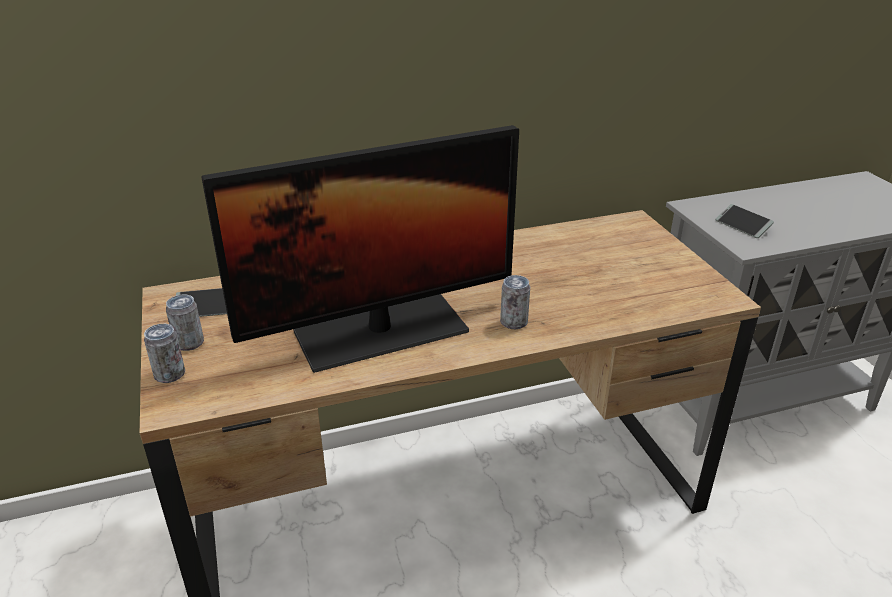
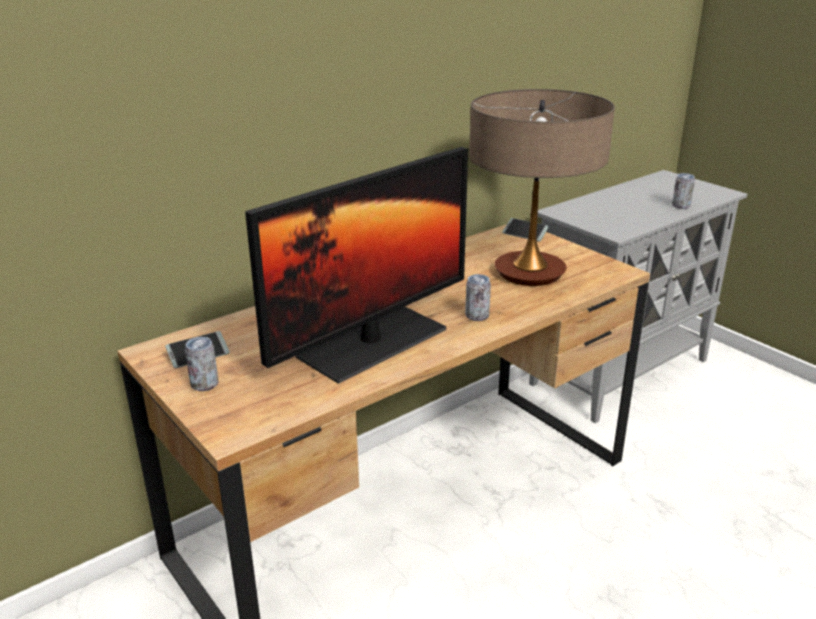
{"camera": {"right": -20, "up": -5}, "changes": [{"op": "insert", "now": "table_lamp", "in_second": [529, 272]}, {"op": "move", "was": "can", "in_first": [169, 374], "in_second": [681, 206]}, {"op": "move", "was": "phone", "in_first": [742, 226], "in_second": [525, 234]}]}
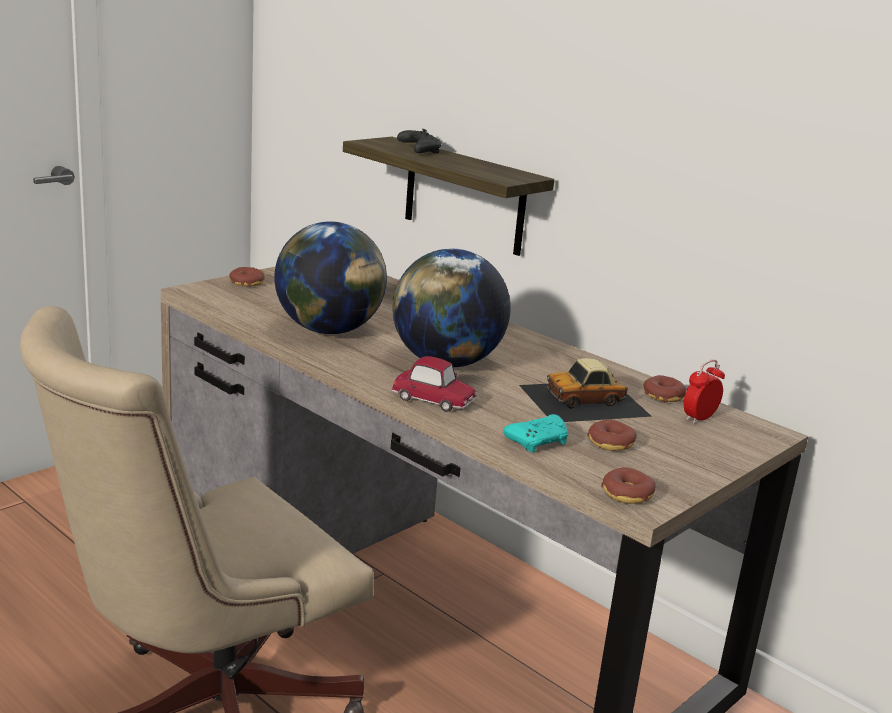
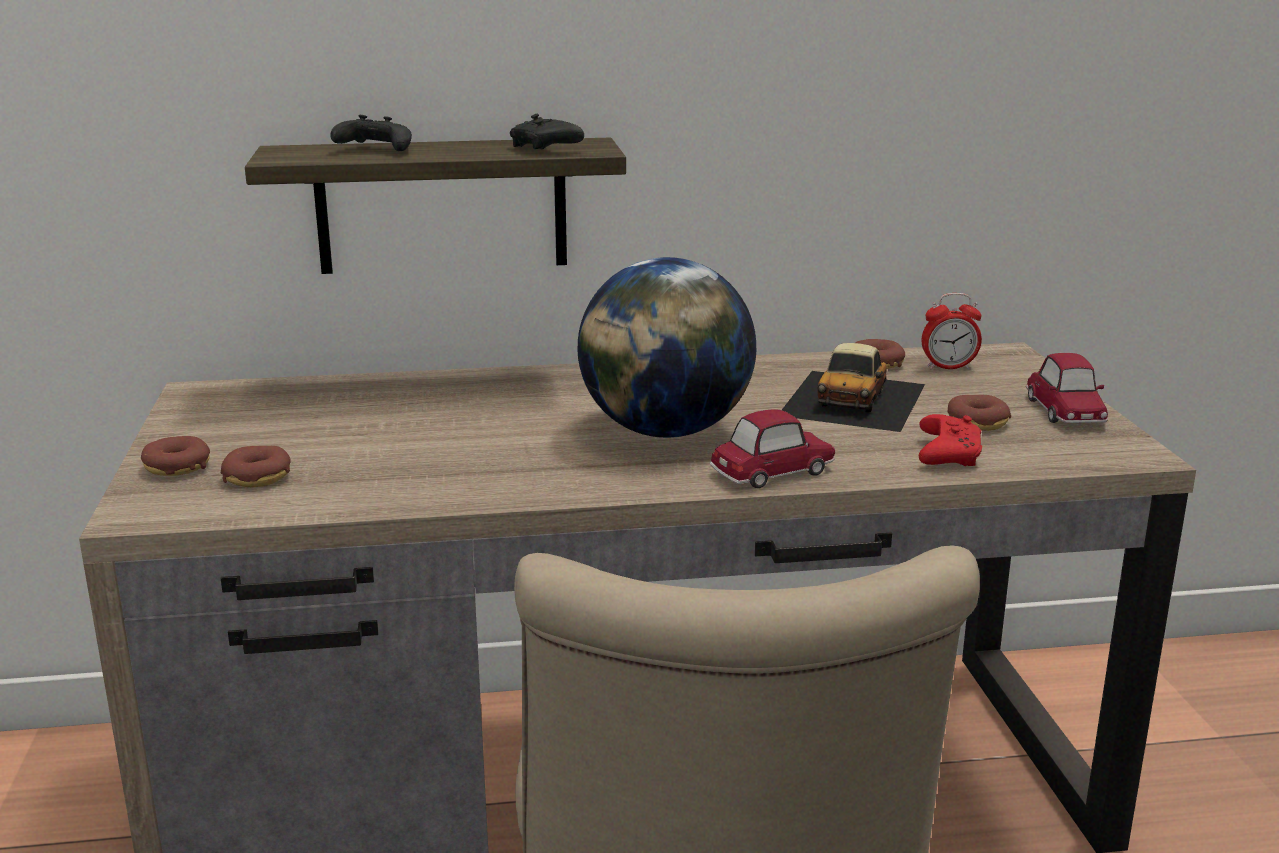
{"camera": {"right": -50, "up": 0}, "changes": [{"op": "delete", "was": "globe", "in_first": [328, 330]}, {"op": "insert", "now": "black_game_controller", "in_second": [545, 148]}, {"op": "insert", "now": "toy_car", "in_second": [1065, 411]}, {"op": "move", "was": "donut", "in_first": [627, 494], "in_second": [257, 477]}, {"op": "recolor", "was": "turquoise_game_controller", "now": "red_game_controller", "in_first": [539, 442], "in_second": [947, 454]}, {"op": "rotate", "was": "alarm_clock", "in_first": [699, 418], "in_second": [948, 367], "clockwise": -90}]}
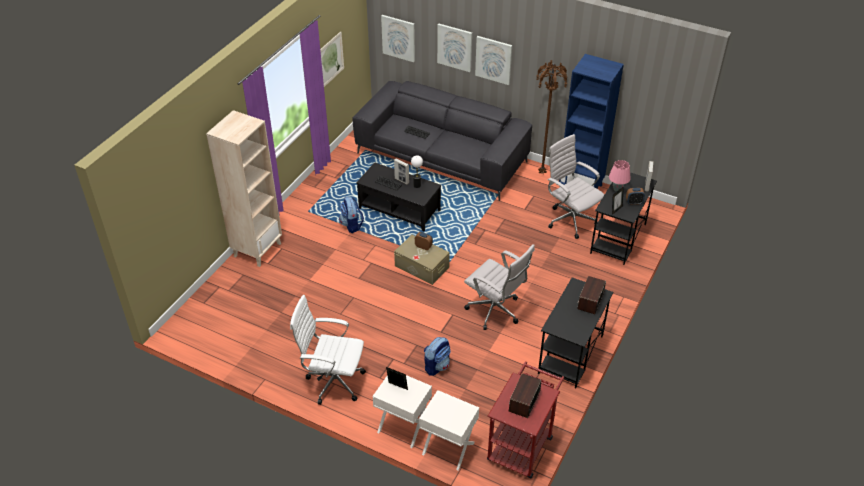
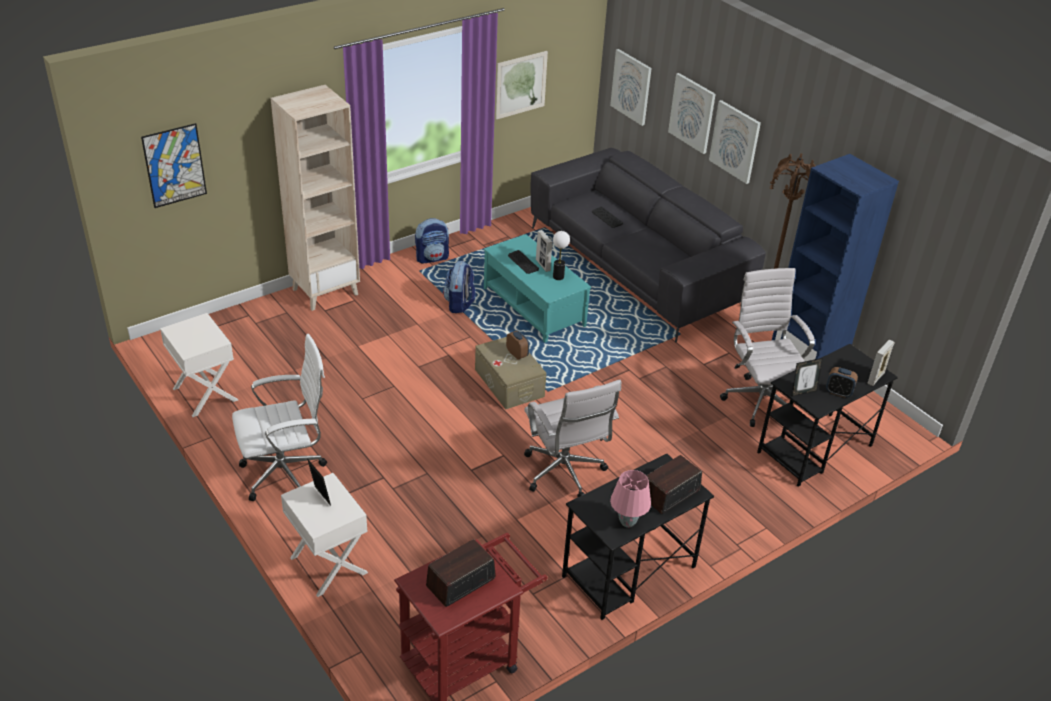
{"camera": {"right": 25, "up": -5}, "changes": [{"op": "insert", "now": "picture", "in_second": [174, 165]}, {"op": "move", "was": "white_nightstand", "in_first": [448, 448], "in_second": [204, 394]}, {"op": "move", "was": "backpack", "in_first": [437, 366], "in_second": [432, 258]}, {"op": "move", "was": "pink_table_lamp", "in_first": [617, 189], "in_second": [627, 523]}, {"op": "recolor", "was": "black_coffee_table", "now": "turquoise_coffee_table", "in_first": [400, 209], "in_second": [534, 307]}, {"op": "rotate", "was": "white_office_chair", "in_first": [332, 382], "in_second": [287, 473], "clockwise": 120}]}
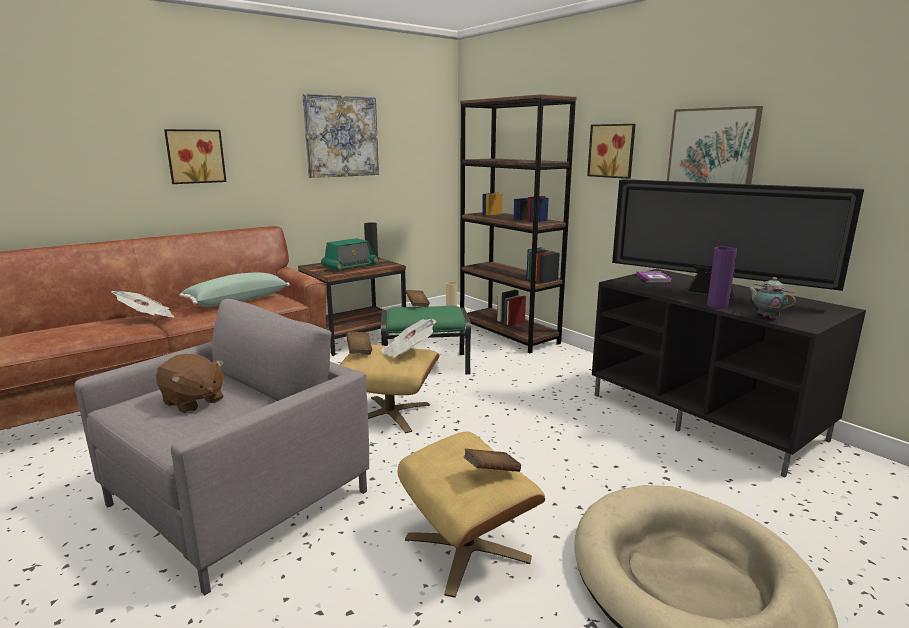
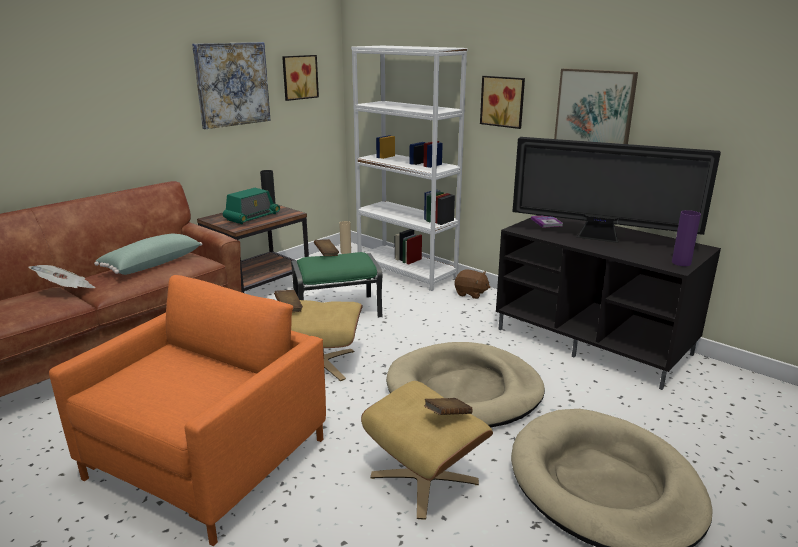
{"camera": {"right": -10, "up": 5}, "changes": [{"op": "delete", "was": "newspaper", "in_first": [408, 351]}, {"op": "delete", "was": "teapot", "in_first": [766, 317]}, {"op": "insert", "now": "beige_dog_bed", "in_second": [464, 391]}, {"op": "move", "was": "brown_plush_toy", "in_first": [193, 402], "in_second": [471, 294]}, {"op": "move", "was": "picture", "in_first": [195, 156], "in_second": [299, 77]}, {"op": "move", "was": "purple_vase", "in_first": [717, 305], "in_second": [681, 263]}, {"op": "recolor", "was": "grey_armchair", "now": "orange_armchair", "in_first": [238, 499], "in_second": [207, 459]}, {"op": "recolor", "was": "brown_bookcase", "now": "white_bookcase", "in_first": [508, 334], "in_second": [406, 271]}]}
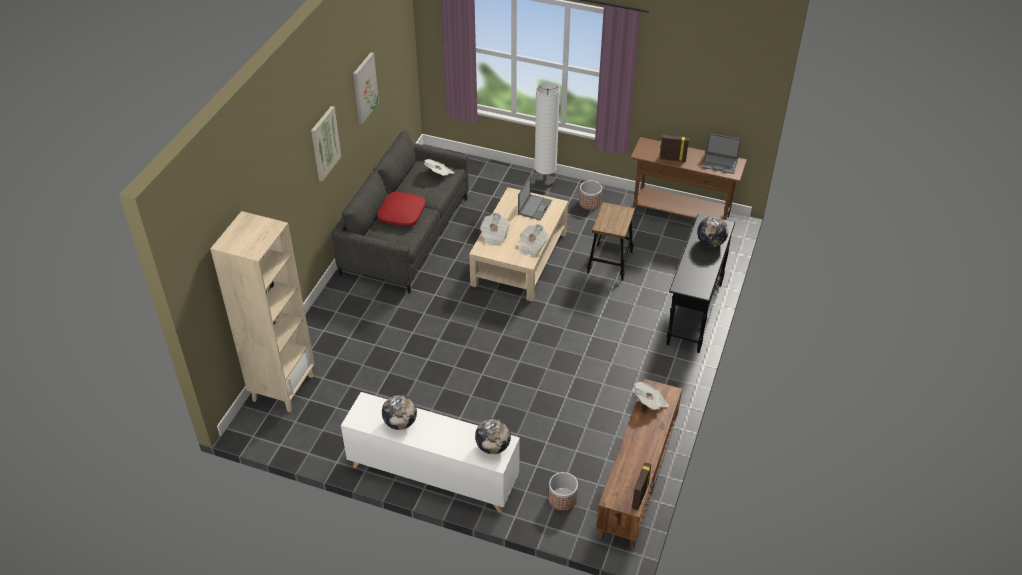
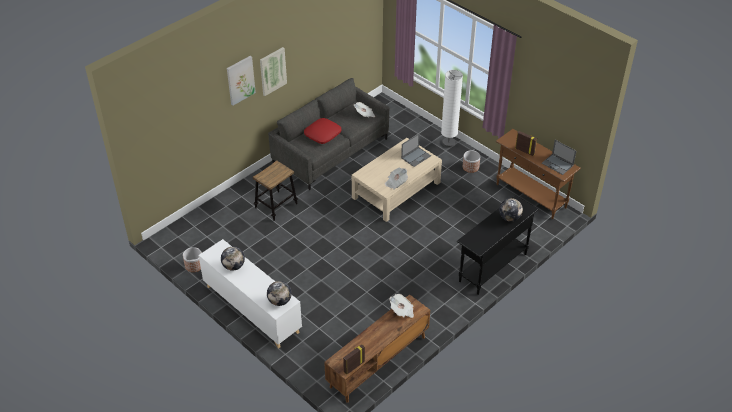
{"camera": {"right": 25, "up": 0}, "changes": [{"op": "delete", "was": "beige_bookcase", "in_first": [283, 387]}, {"op": "delete", "was": "newspaper", "in_first": [494, 236]}, {"op": "move", "was": "picture", "in_first": [364, 88], "in_second": [240, 80]}, {"op": "move", "was": "planter", "in_first": [563, 499], "in_second": [194, 265]}, {"op": "move", "was": "stool", "in_first": [609, 262], "in_second": [276, 206]}]}
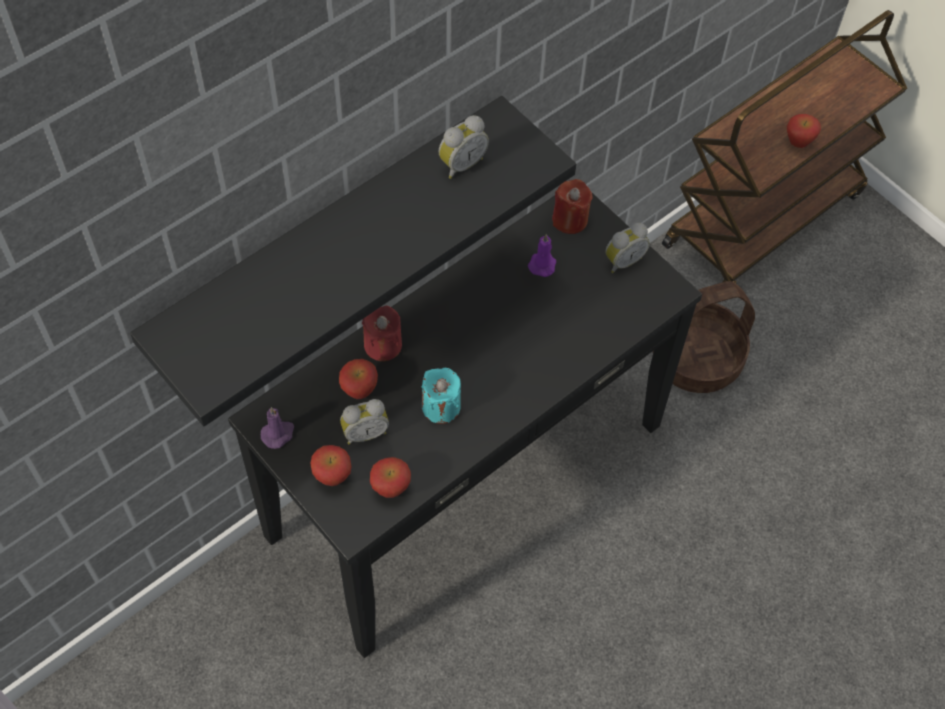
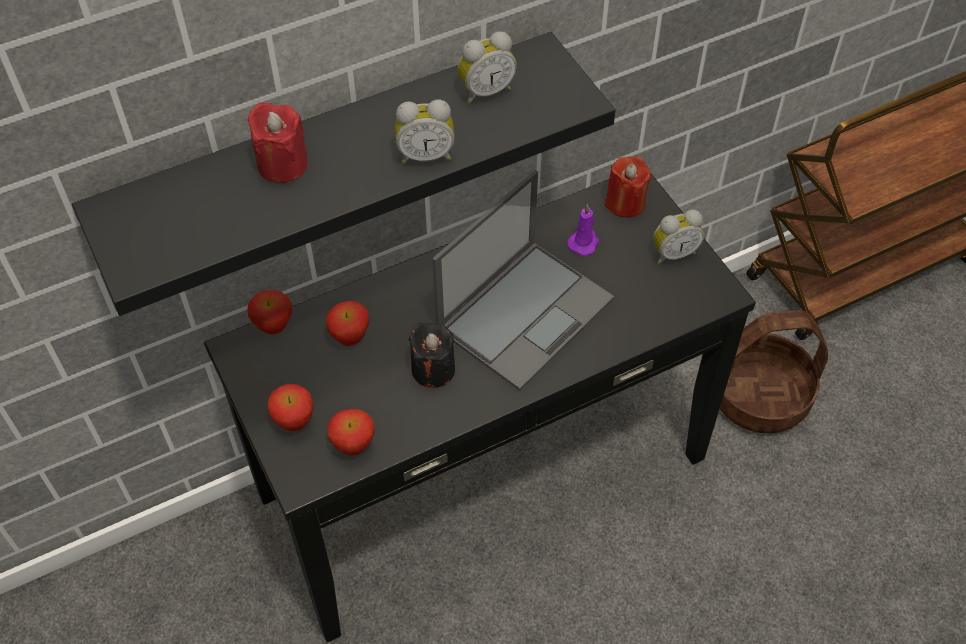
{"camera": {"right": 15, "up": -5}, "changes": [{"op": "delete", "was": "purple_candle", "in_first": [278, 434]}, {"op": "insert", "now": "laptop", "in_second": [526, 312]}, {"op": "move", "was": "alarm_clock", "in_first": [365, 432], "in_second": [425, 155]}, {"op": "move", "was": "red_candle", "in_first": [382, 345], "in_second": [282, 164]}, {"op": "move", "was": "apple", "in_first": [798, 143], "in_second": [274, 327]}, {"op": "recolor", "was": "turquoise_candle", "now": "black_candle", "in_first": [441, 406], "in_second": [433, 370]}]}
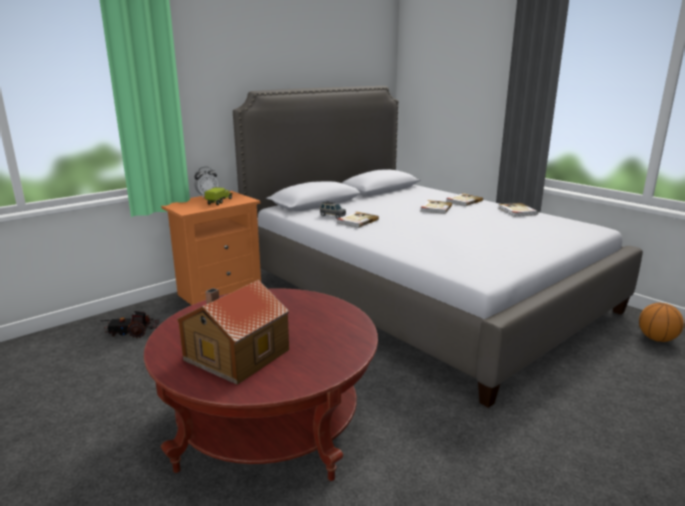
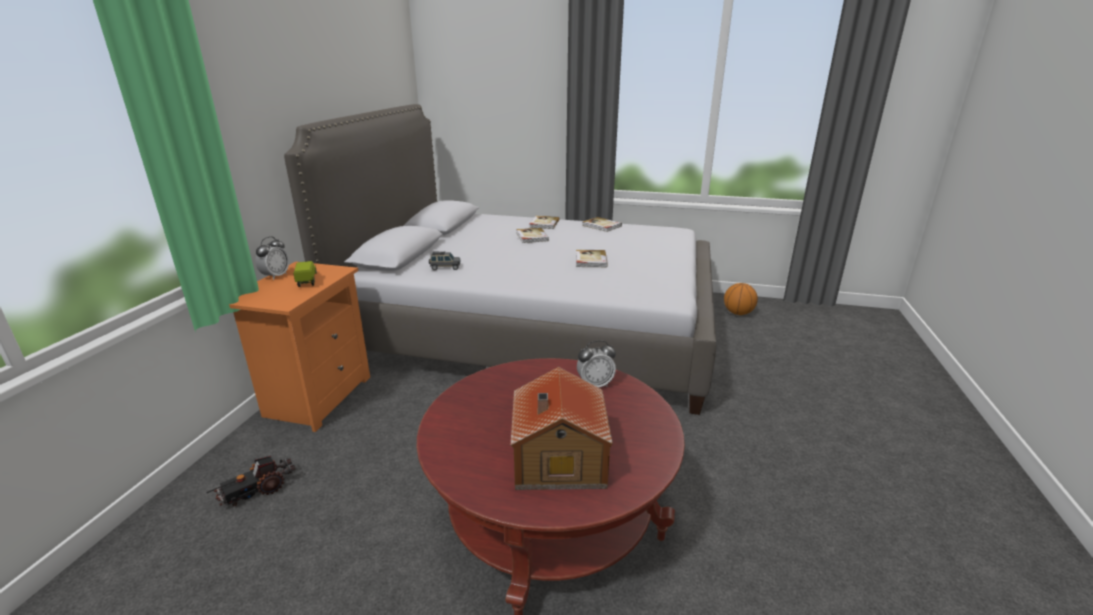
{"camera": {"right": -35, "up": 5}, "changes": [{"op": "insert", "now": "alarm_clock", "in_second": [595, 385]}, {"op": "move", "was": "book", "in_first": [357, 221], "in_second": [590, 260]}]}
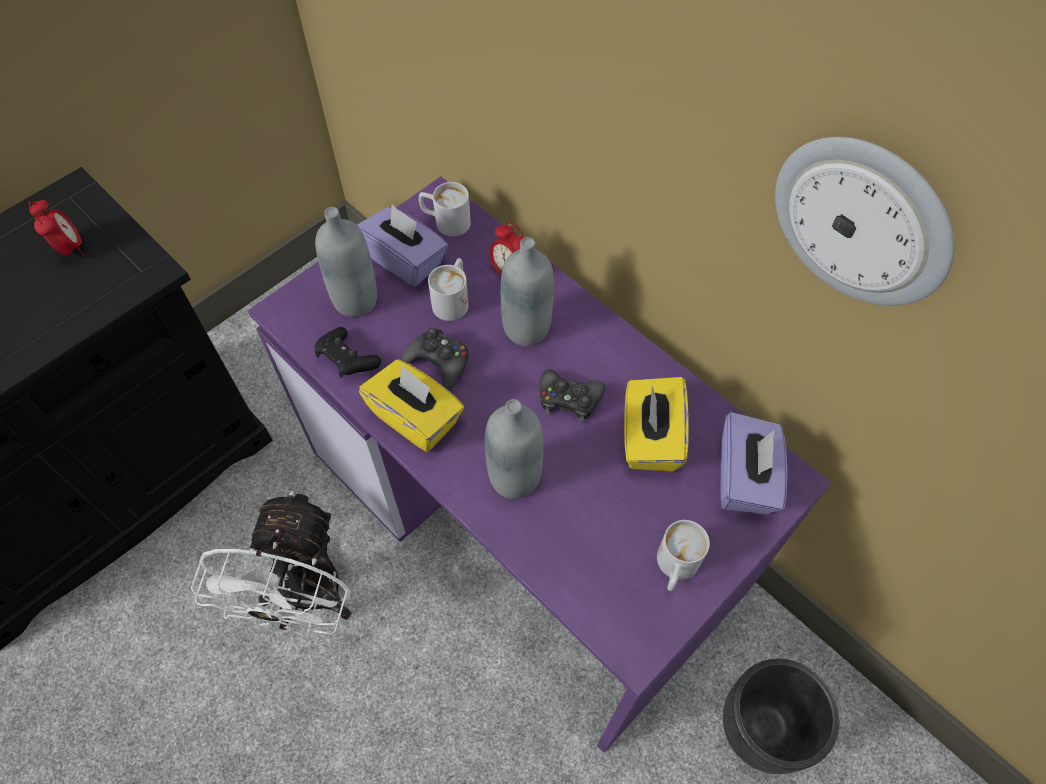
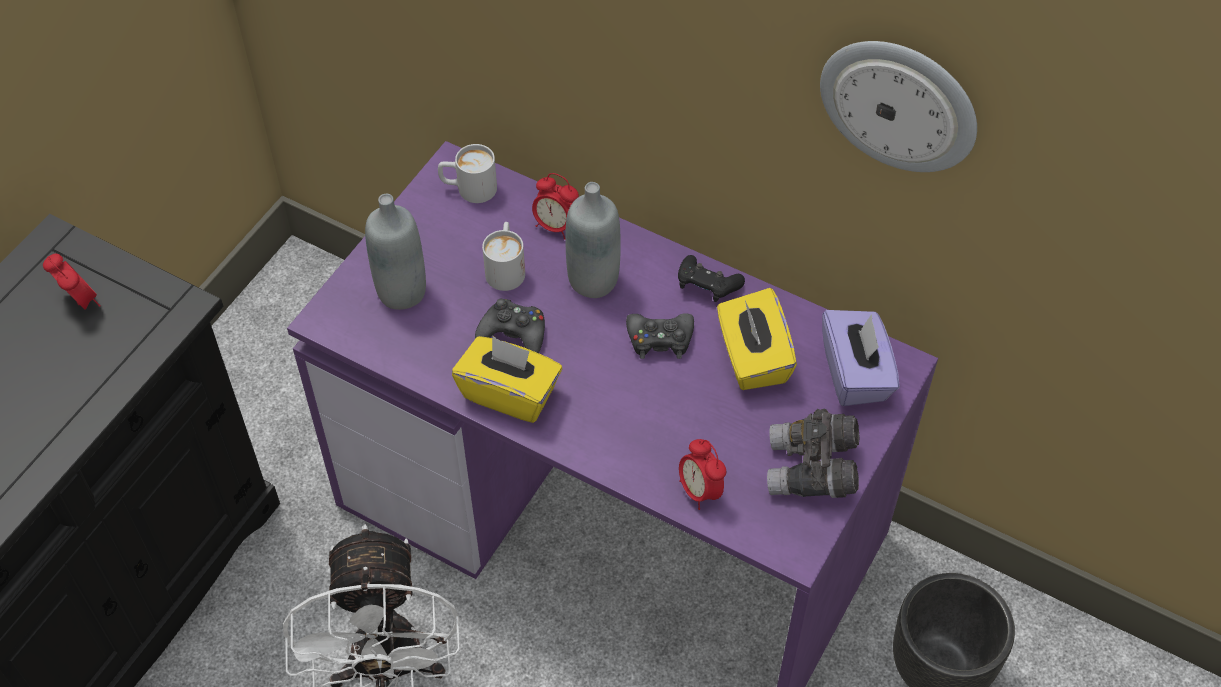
{"camera": {"right": -15, "up": -5}, "changes": [{"op": "delete", "was": "purple_tissue_box", "in_first": [405, 260]}, {"op": "delete", "was": "grey_bottle", "in_first": [514, 477]}, {"op": "insert", "now": "alarm_clock", "in_second": [700, 490]}, {"op": "move", "was": "black_game_controller", "in_first": [347, 360], "in_second": [707, 287]}, {"op": "replace", "was": "white_mug", "now": "grey_binoculars", "in_first": [675, 568], "in_second": [812, 470]}]}
